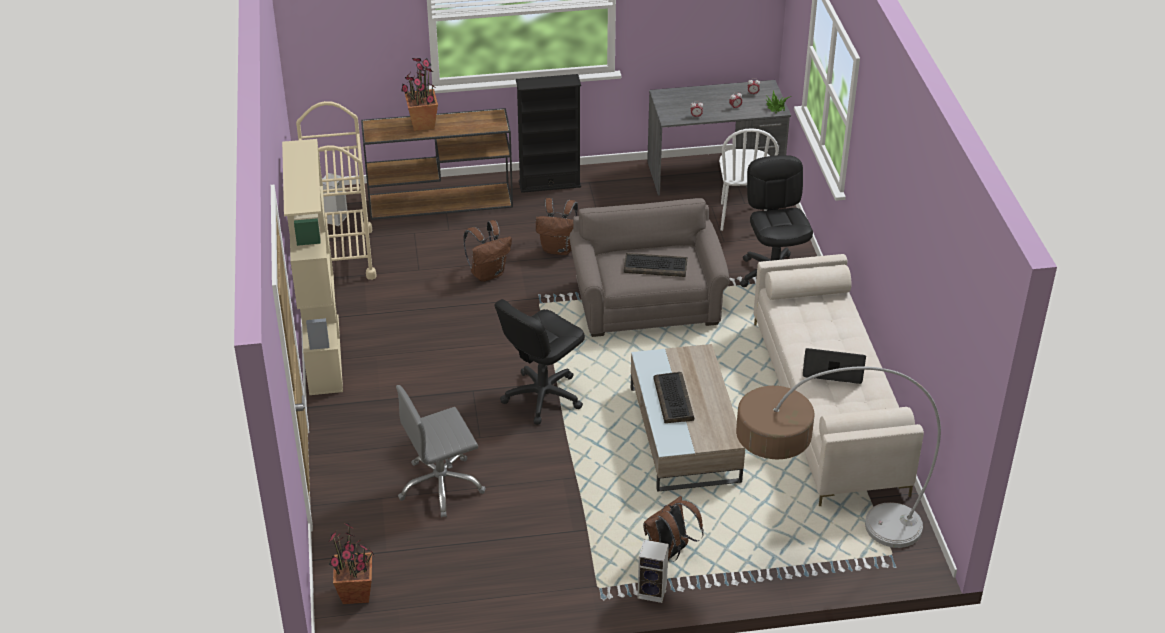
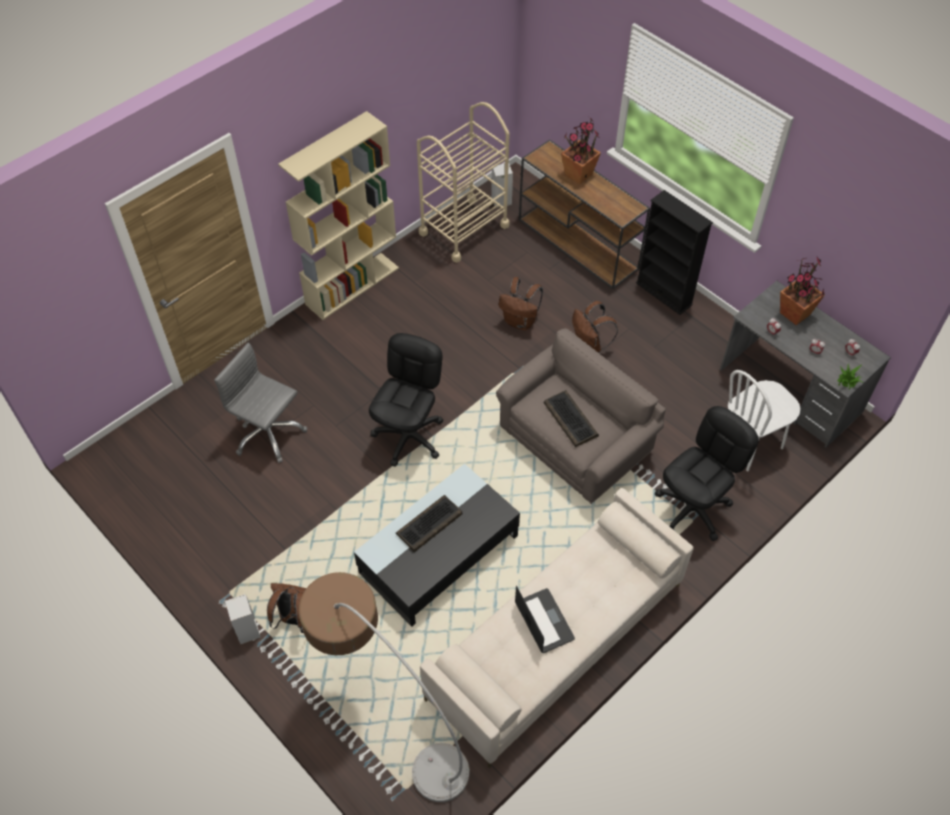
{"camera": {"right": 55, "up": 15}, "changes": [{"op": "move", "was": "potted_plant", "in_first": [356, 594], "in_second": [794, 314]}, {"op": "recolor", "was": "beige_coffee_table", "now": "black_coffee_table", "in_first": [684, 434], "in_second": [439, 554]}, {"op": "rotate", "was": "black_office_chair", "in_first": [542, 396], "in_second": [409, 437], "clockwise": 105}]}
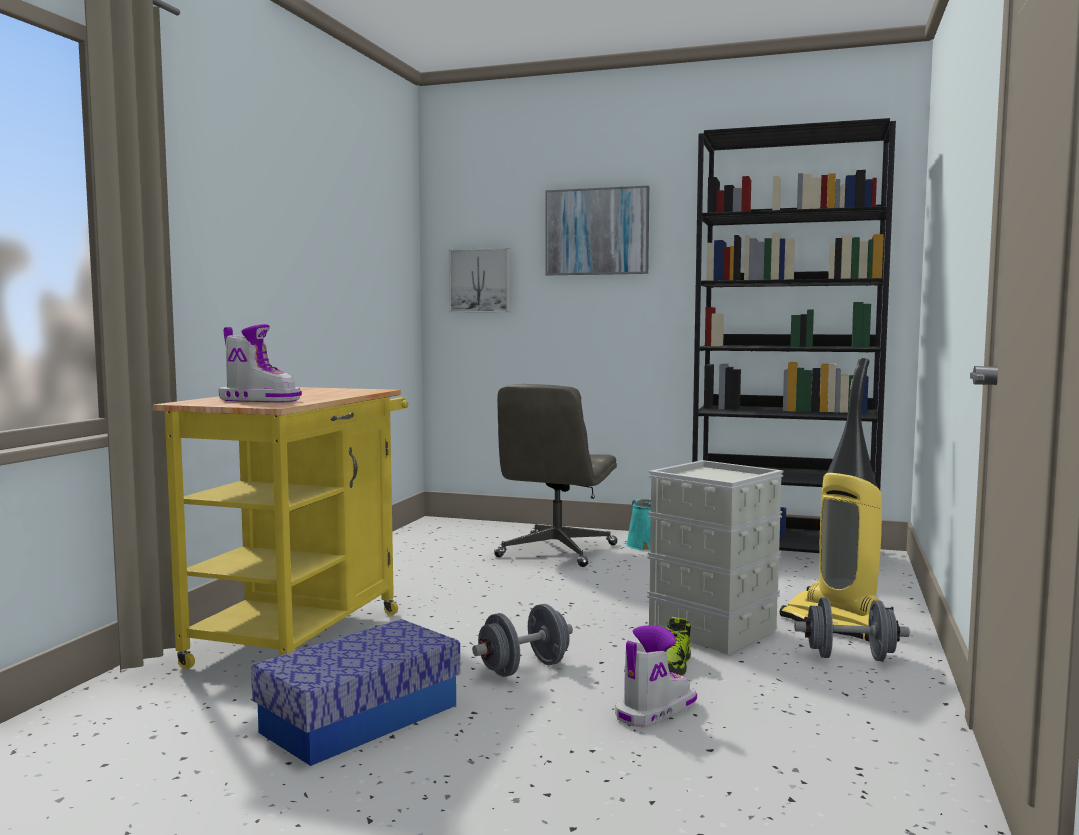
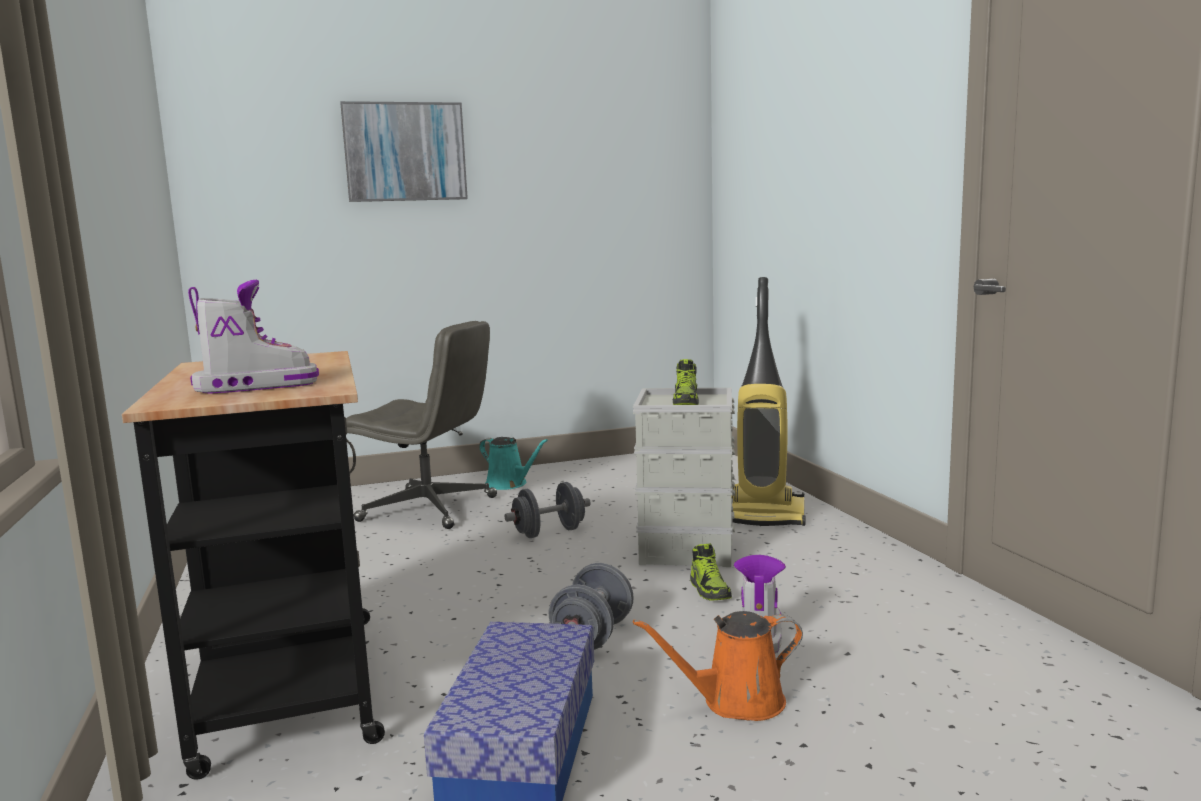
{"camera": {"right": -35, "up": 5}, "changes": [{"op": "delete", "was": "picture", "in_first": [480, 280]}, {"op": "delete", "was": "black_bookcase", "in_first": [783, 553]}, {"op": "insert", "now": "orange_watering_can", "in_second": [736, 702]}, {"op": "insert", "now": "shoe", "in_second": [686, 402]}, {"op": "move", "was": "grey_dumbbell", "in_first": [850, 657], "in_second": [549, 532]}, {"op": "recolor", "was": "yellow_cart", "now": "black_cart", "in_first": [304, 633], "in_second": [290, 679]}, {"op": "rotate", "was": "grey_office_chair", "in_first": [556, 551], "in_second": [430, 509], "clockwise": -60}]}
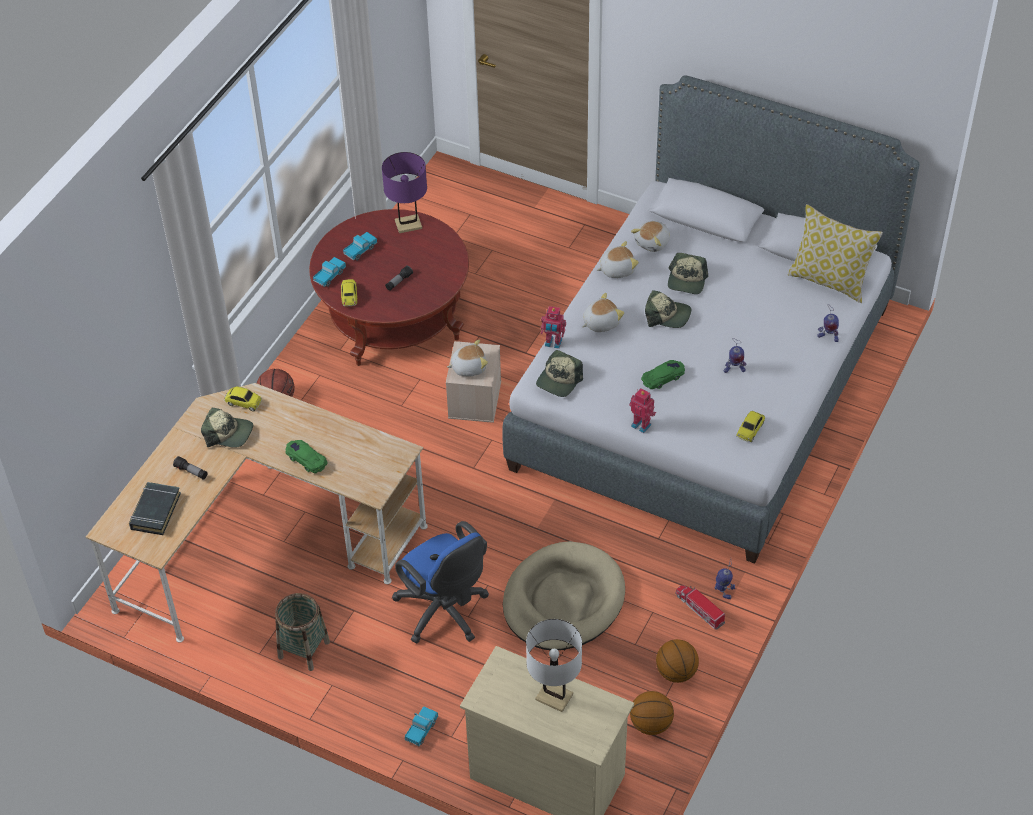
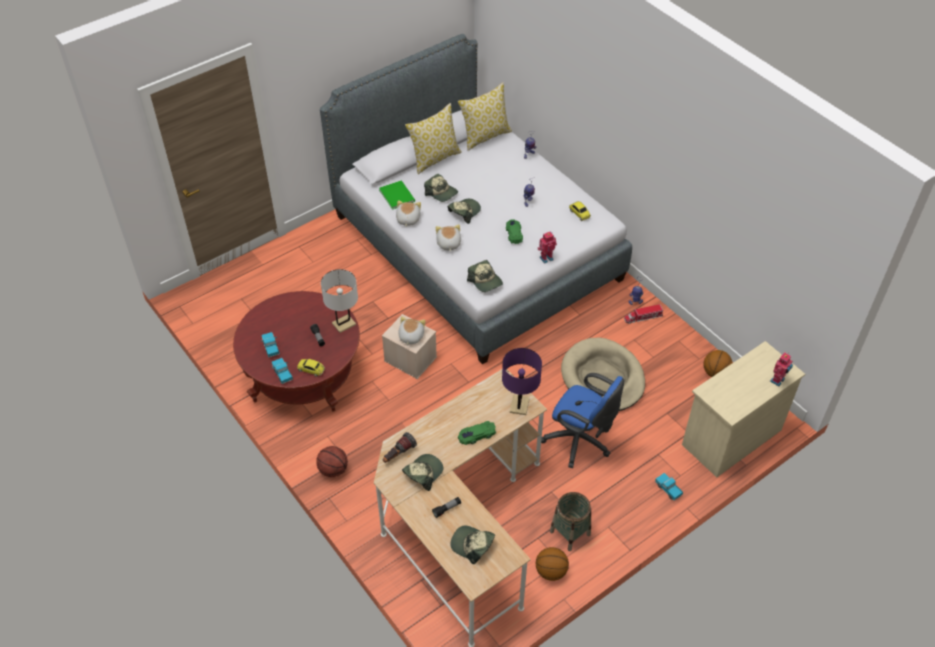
{"camera": {"right": -65, "up": 0}, "changes": [{"op": "insert", "now": "pillow", "in_second": [435, 158]}, {"op": "move", "was": "purple_table_lamp", "in_first": [408, 224], "in_second": [519, 405]}, {"op": "move", "was": "white_table_lamp", "in_first": [554, 697], "in_second": [344, 324]}, {"op": "move", "was": "toy_robot", "in_first": [553, 343], "in_second": [778, 380]}, {"op": "move", "was": "basketball", "in_first": [676, 672], "in_second": [551, 571]}, {"op": "replace", "was": "black_book", "now": "cap", "in_first": [155, 511], "in_second": [472, 545]}, {"op": "replace", "was": "toy_car", "now": "flashlight", "in_first": [243, 402], "in_second": [398, 454]}, {"op": "replace", "was": "plush_toy", "now": "green_book", "in_first": [653, 242], "in_second": [397, 195]}, {"op": "rotate", "was": "blue_office_chair", "in_first": [445, 613], "in_second": [580, 442], "clockwise": 45}]}
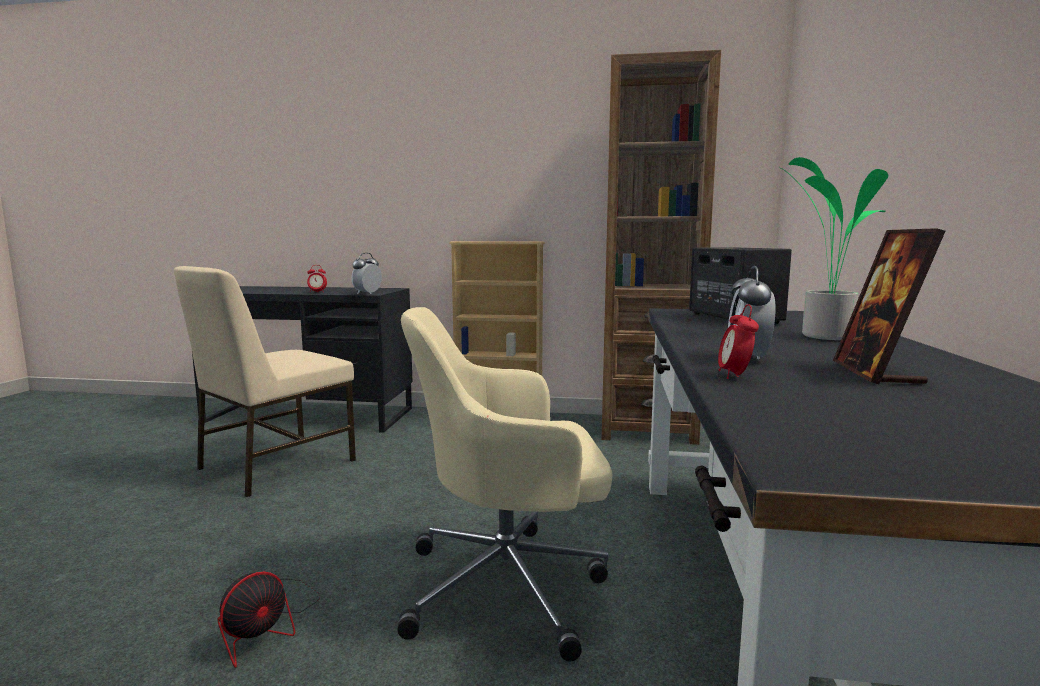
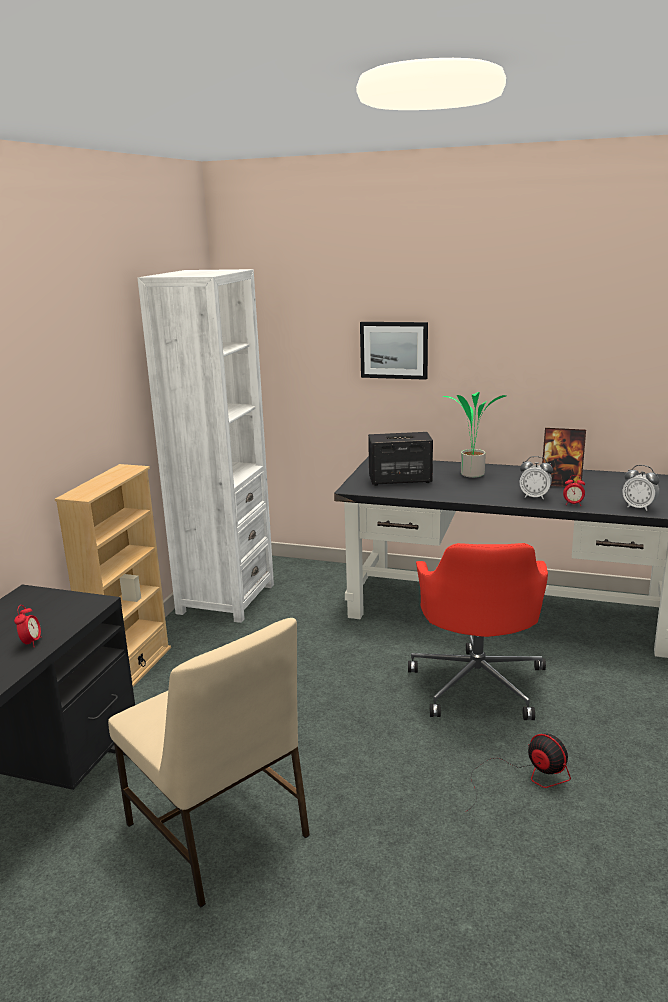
{"camera": {"right": -80, "up": 10}, "changes": [{"op": "insert", "now": "picture", "in_second": [394, 350]}, {"op": "move", "was": "alarm_clock", "in_first": [367, 293], "in_second": [638, 507]}, {"op": "recolor", "was": "beige_office_chair", "now": "red_office_chair", "in_first": [509, 586], "in_second": [478, 683]}, {"op": "recolor", "was": "brown_bookcase", "now": "white_bookcase", "in_first": [647, 429], "in_second": [226, 599]}]}
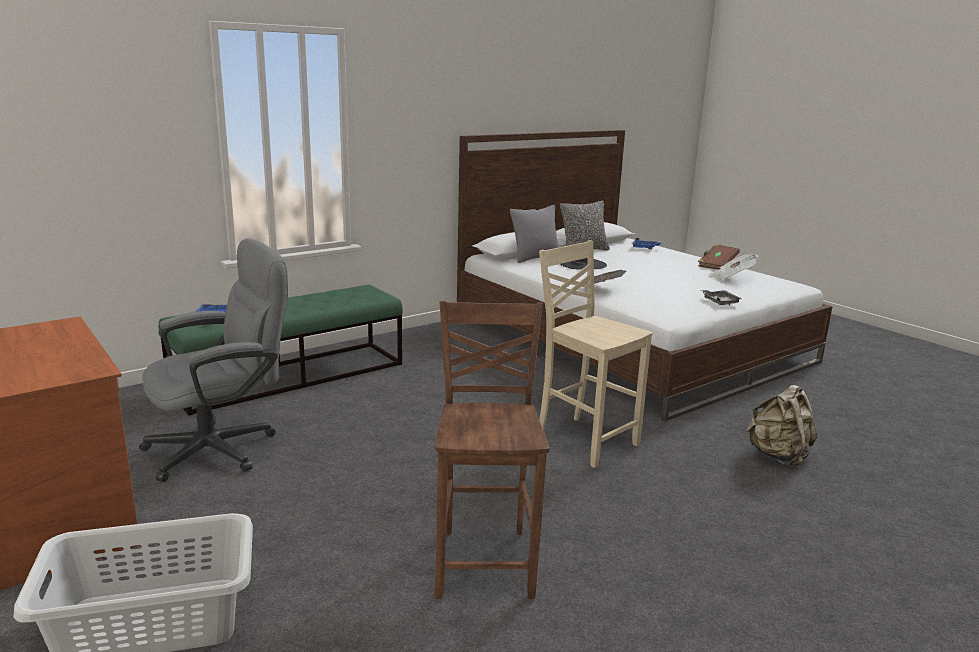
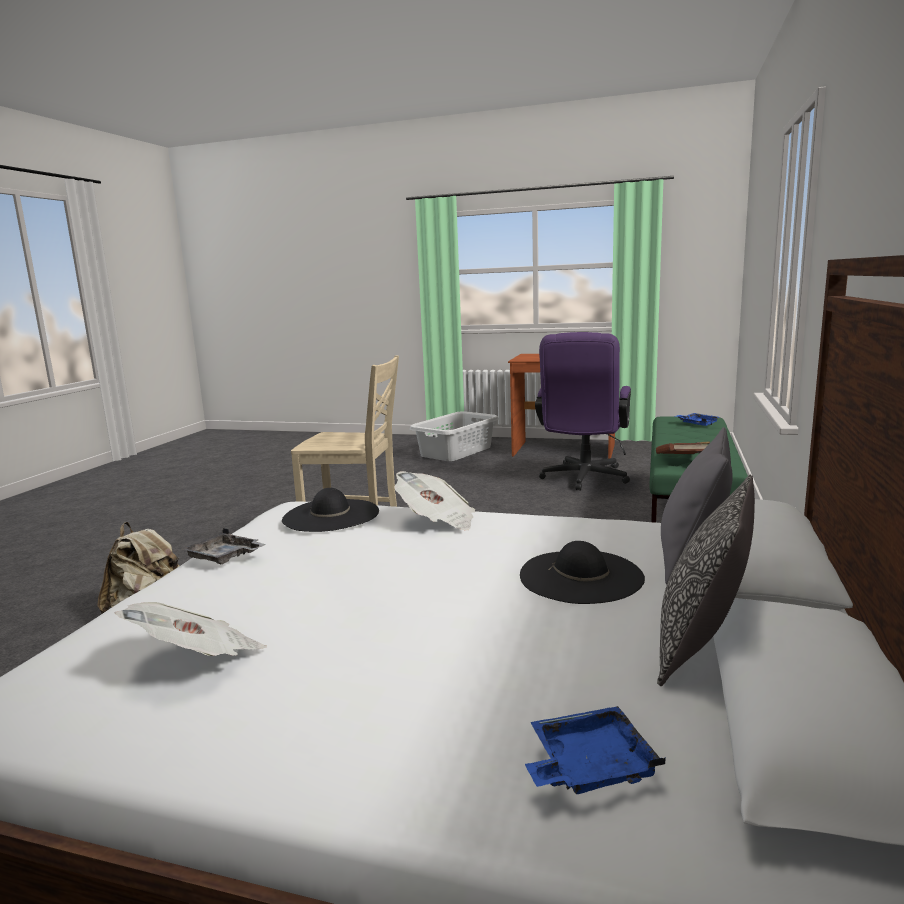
{"camera": {"right": 145, "up": -5}, "changes": [{"op": "delete", "was": "brown_chair", "in_first": [485, 561]}, {"op": "insert", "now": "black_hat", "in_second": [331, 515]}, {"op": "move", "was": "brown_book", "in_first": [716, 265], "in_second": [682, 460]}, {"op": "recolor", "was": "grey_office_chair", "now": "purple_office_chair", "in_first": [223, 447], "in_second": [583, 479]}]}
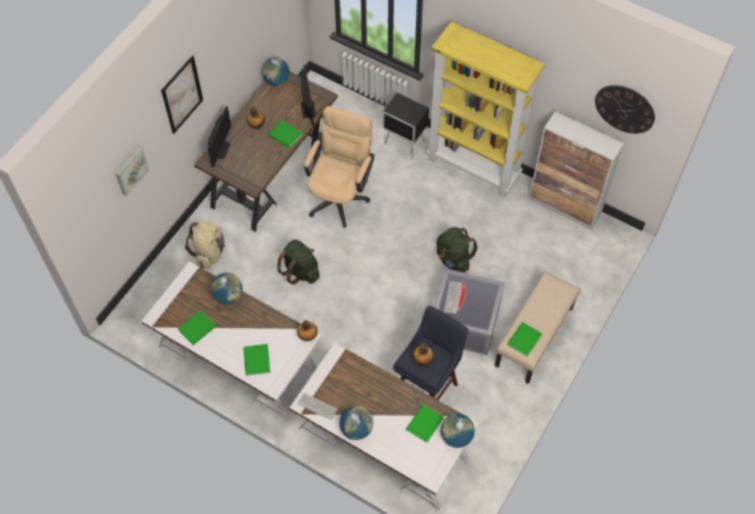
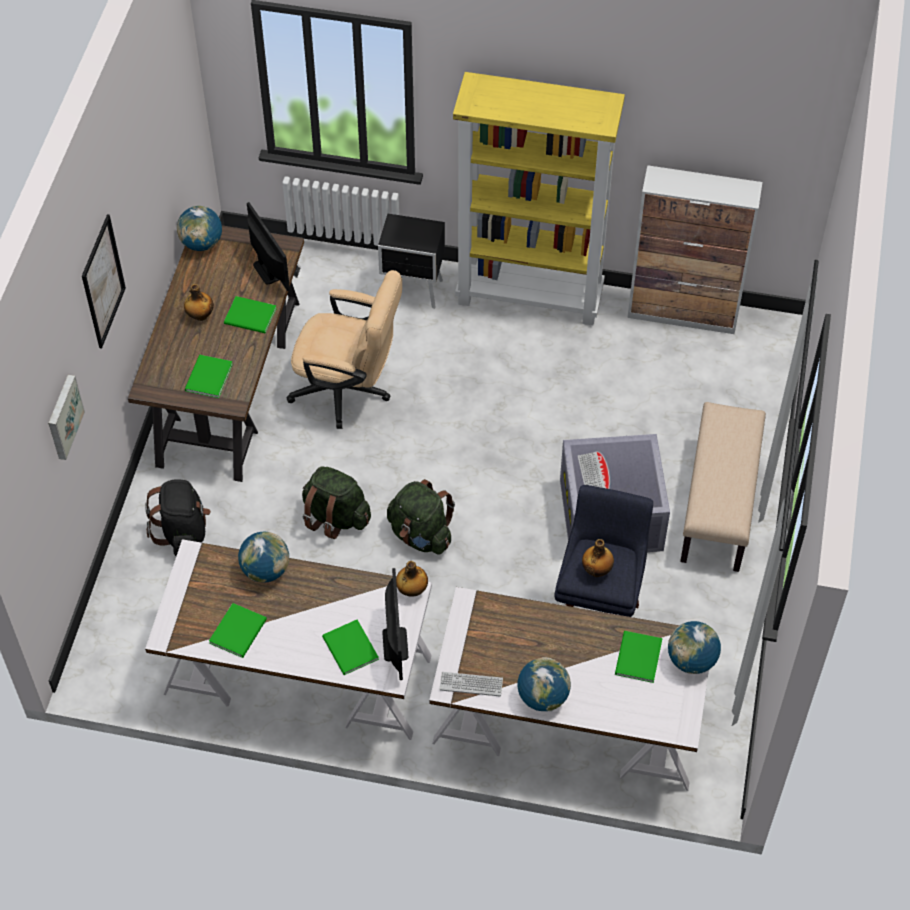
{"camera": {"right": -20, "up": -5}, "changes": [{"op": "delete", "was": "wall_clock", "in_first": [625, 109]}, {"op": "move", "was": "monitor", "in_first": [220, 149], "in_second": [395, 644]}, {"op": "move", "was": "green_backpack", "in_first": [453, 259], "in_second": [421, 535]}, {"op": "move", "was": "green_book", "in_first": [523, 340], "in_second": [207, 378]}, {"op": "recolor", "was": "beige_backpack", "now": "black_backpack", "in_first": [209, 252], "in_second": [183, 533]}, {"op": "rotate", "was": "beige_office_chair", "in_first": [340, 195], "in_second": [349, 391], "clockwise": 105}]}
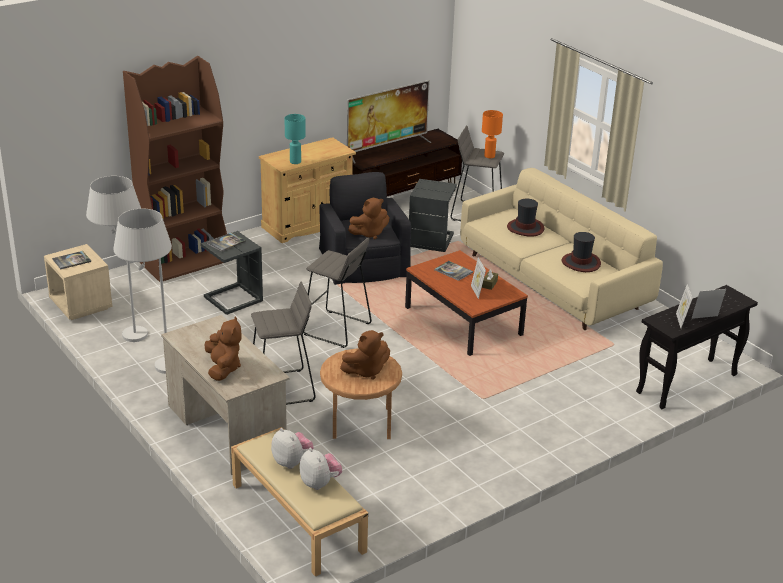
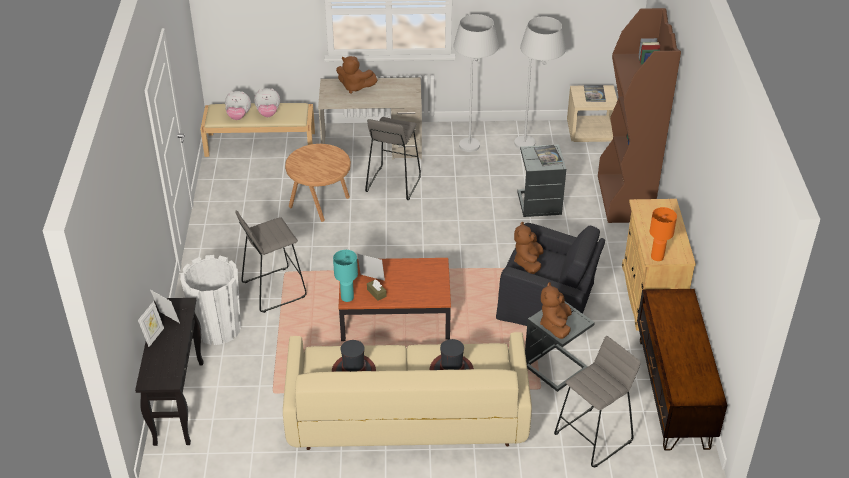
{"camera": {"right": 125, "up": 10}, "changes": [{"op": "delete", "was": "television", "in_first": [386, 148]}, {"op": "delete", "was": "book", "in_first": [453, 271]}, {"op": "insert", "now": "white_planter", "in_second": [217, 328]}, {"op": "move", "was": "turquoise_table_lamp", "in_first": [295, 162], "in_second": [347, 298]}, {"op": "move", "was": "grey_stool", "in_first": [336, 329], "in_second": [273, 289]}, {"op": "move", "was": "brown_plush_toy", "in_first": [366, 371], "in_second": [555, 325]}, {"op": "move", "was": "orange_table_lamp", "in_first": [489, 156], "in_second": [656, 257]}]}
